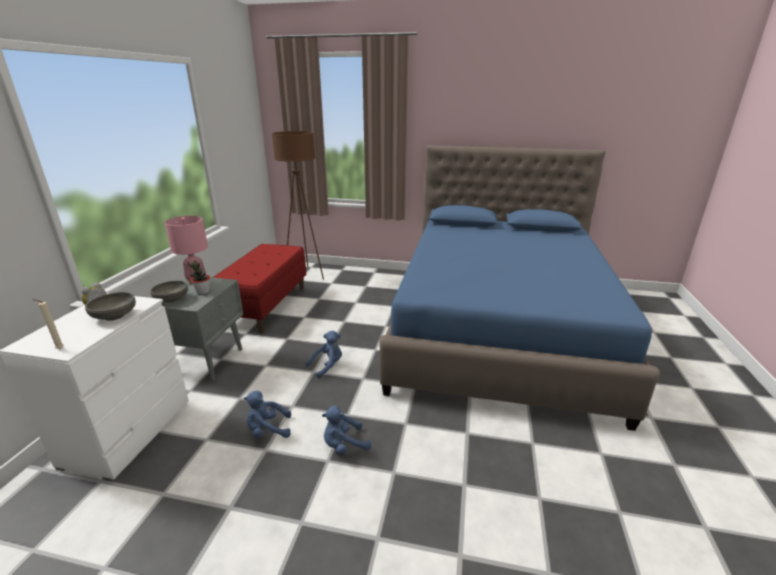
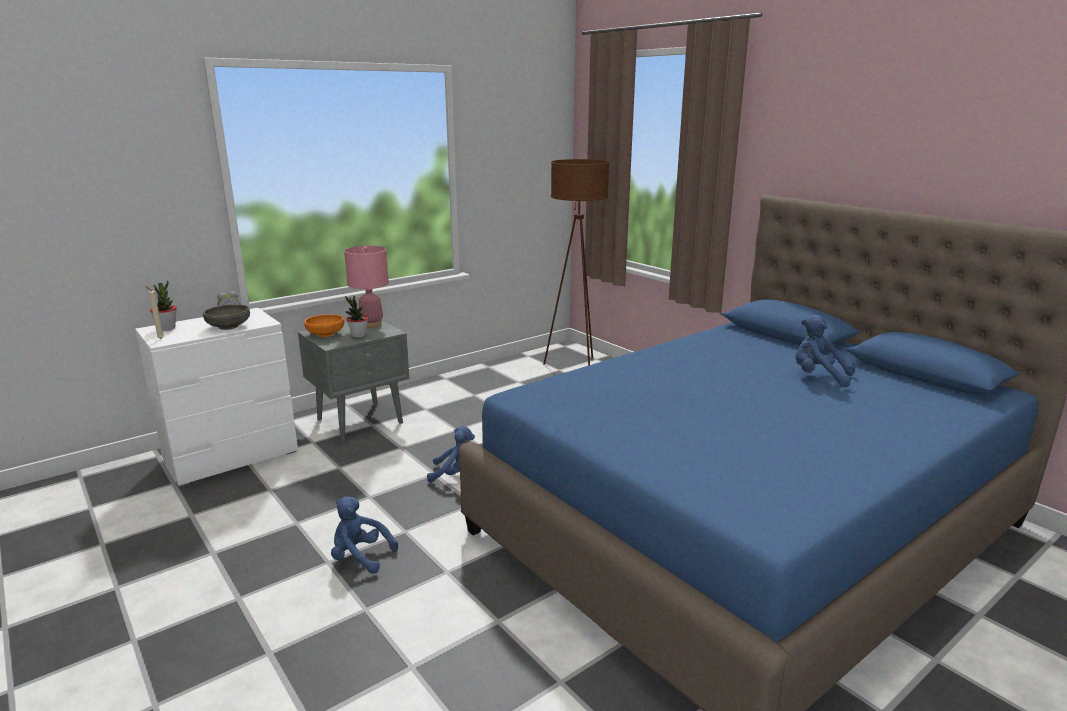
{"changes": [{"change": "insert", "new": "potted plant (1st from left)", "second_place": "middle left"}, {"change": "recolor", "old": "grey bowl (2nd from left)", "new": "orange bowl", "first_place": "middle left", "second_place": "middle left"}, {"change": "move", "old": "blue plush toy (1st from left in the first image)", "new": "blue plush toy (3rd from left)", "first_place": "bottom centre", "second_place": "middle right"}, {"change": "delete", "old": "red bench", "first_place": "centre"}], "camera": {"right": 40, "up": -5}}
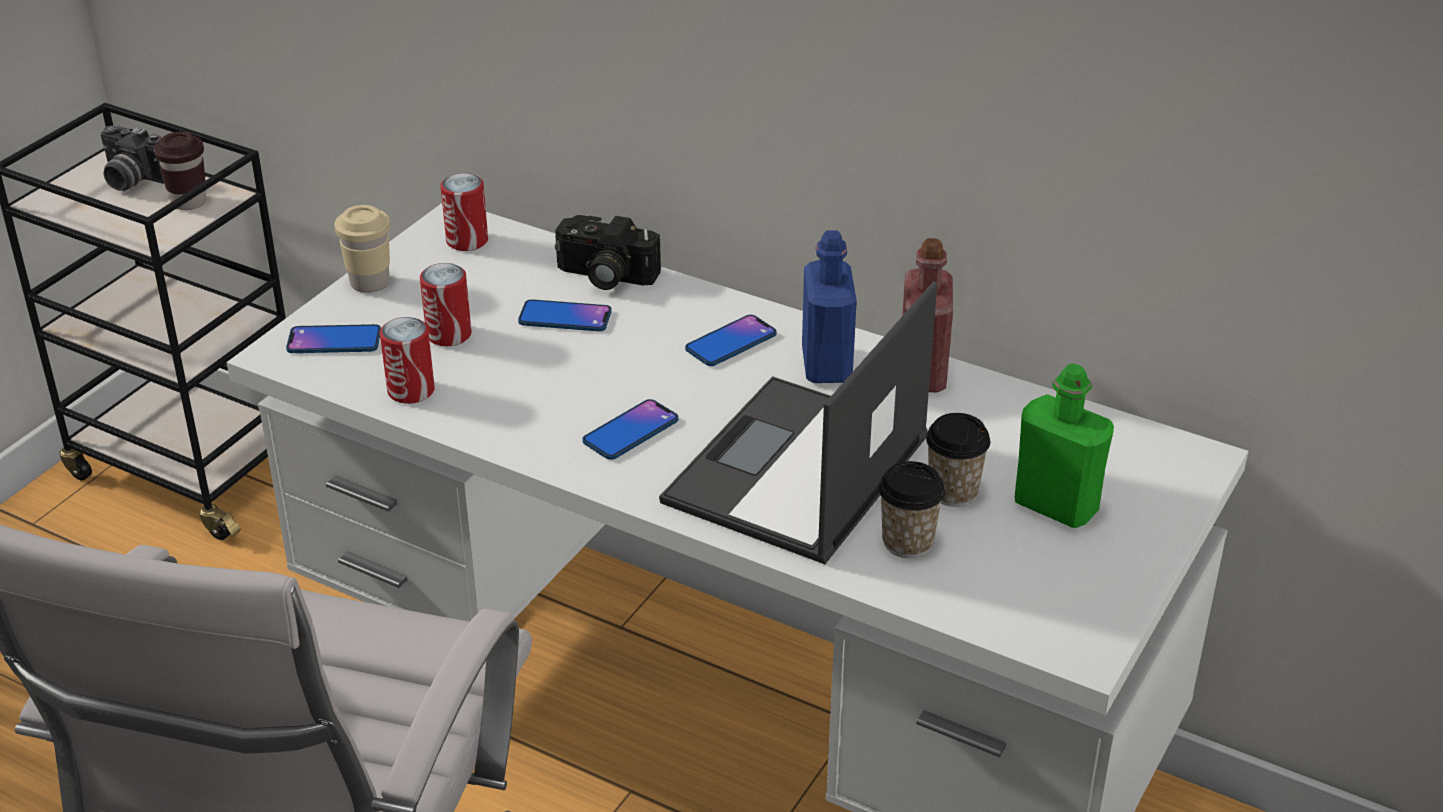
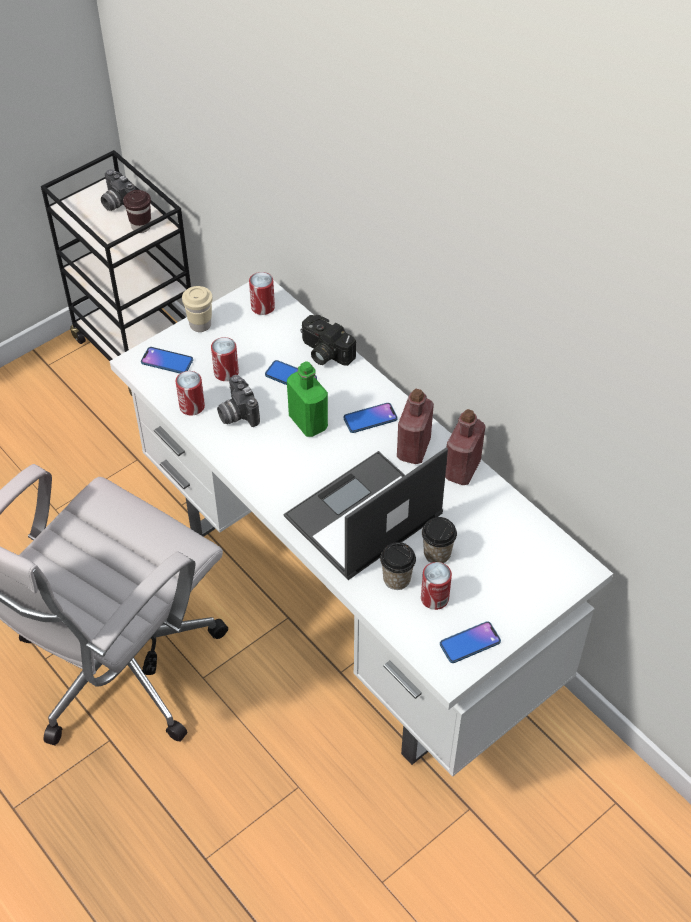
{"changes": [{"change": "insert", "new": "photo camera (2nd from left)", "second_place": "centre"}, {"change": "move", "old": "green bottle", "first_place": "middle right", "second_place": "centre"}, {"change": "recolor", "old": "blue bottle", "new": "red bottle (1st from left)", "first_place": "centre", "second_place": "centre"}, {"change": "insert", "new": "can (4th from left)", "second_place": "centre"}, {"change": "move", "old": "phone (3rd from left in the first image)", "new": "phone (4th from left)", "first_place": "centre", "second_place": "bottom right"}], "camera": {"right": 20, "up": 15}}
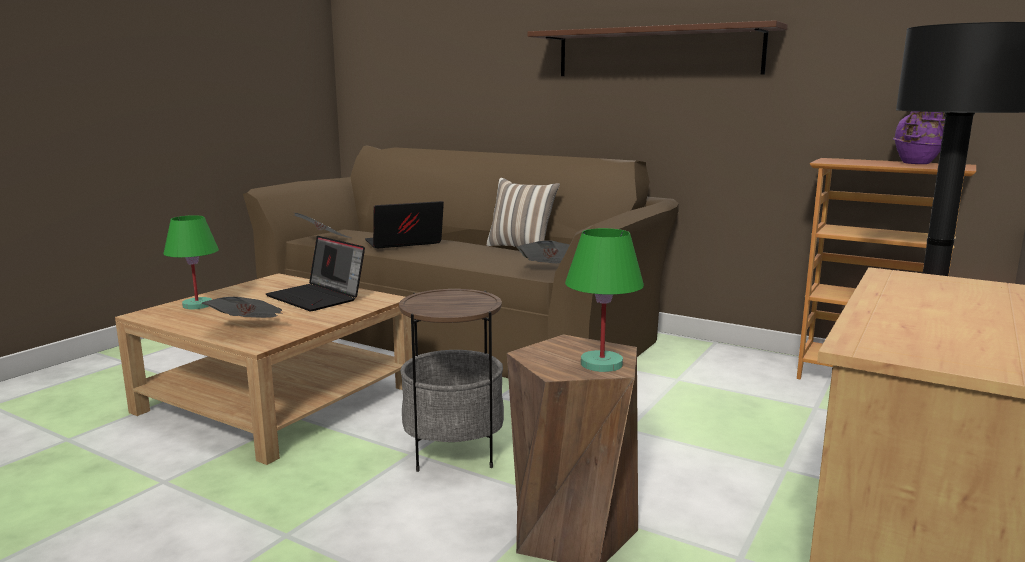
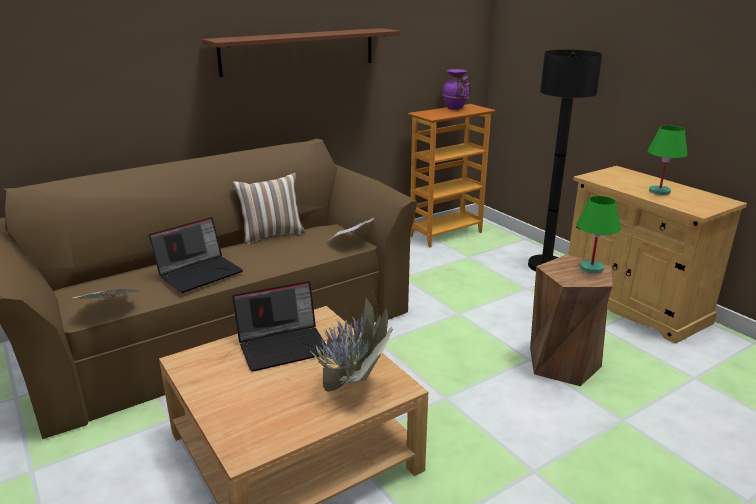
{"changes": [{"change": "rotate", "old": "laptop (2nd from left in the first image)", "first_place": "centre", "second_place": "middle left", "degrees": -135}, {"change": "replace", "old": "newspaper (1st from left)", "new": "potted plant", "first_place": "middle left", "second_place": "bottom centre"}, {"change": "move", "old": "green table lamp (1st from left in the first image)", "new": "green table lamp (2nd from left)", "first_place": "middle left", "second_place": "top right"}, {"change": "delete", "old": "side table", "first_place": "bottom centre"}], "camera": {"right": -65, "up": 10}}
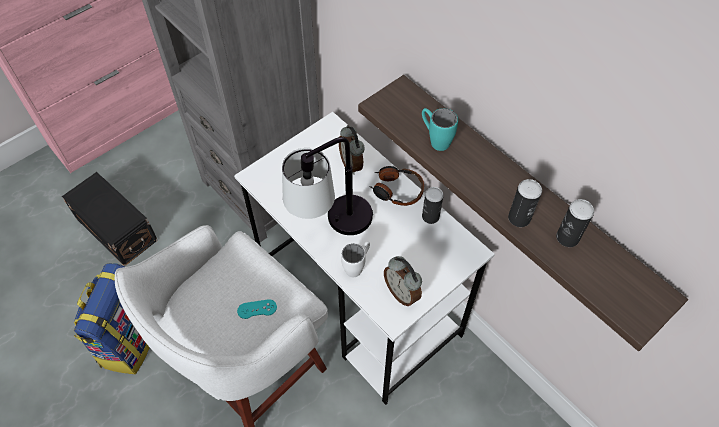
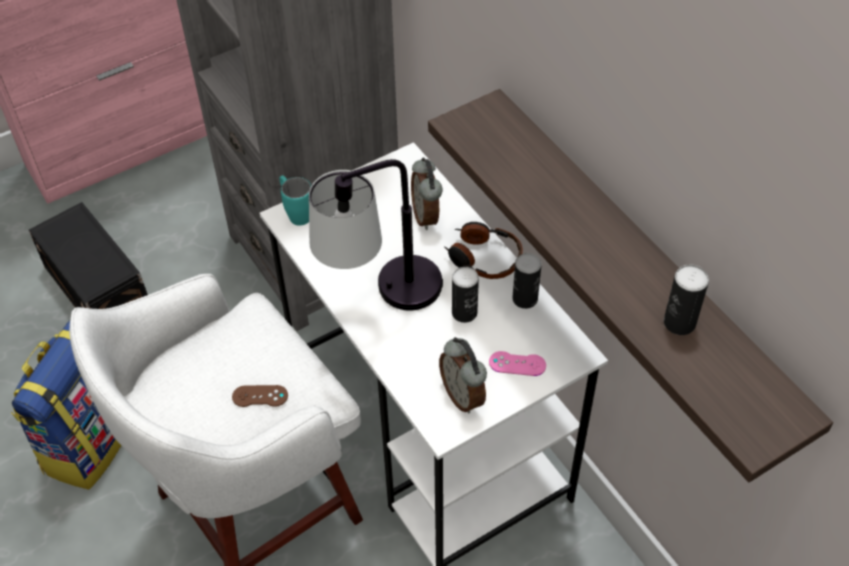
{"changes": [{"change": "recolor", "old": "turquoise game controller", "new": "brown game controller", "first_place": "bottom centre", "second_place": "bottom left"}, {"change": "move", "old": "turquoise mug", "first_place": "top centre", "second_place": "centre"}, {"change": "move", "old": "can (2nd from left in the first image)", "new": "can (1st from left)", "first_place": "middle right", "second_place": "centre"}, {"change": "insert", "new": "pink game controller", "second_place": "centre"}, {"change": "delete", "old": "white mug", "first_place": "centre"}], "camera": {"right": 10, "up": -5}}
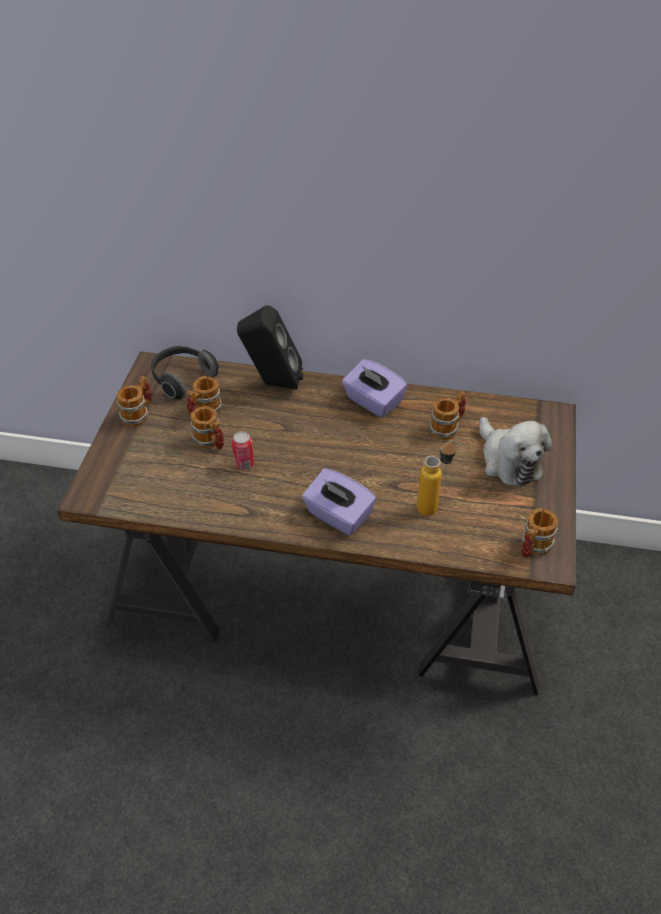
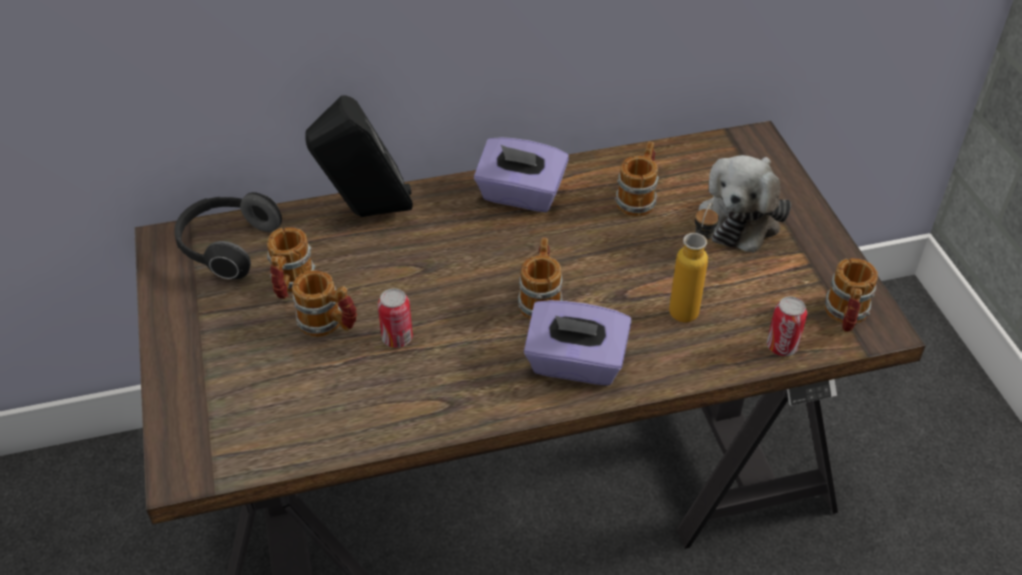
{"changes": [{"change": "move", "old": "mug (1st from left in the first image)", "new": "mug (3rd from left)", "first_place": "middle left", "second_place": "centre"}, {"change": "rotate", "old": "plush toy", "first_place": "middle right", "second_place": "middle right", "degrees": 75}, {"change": "insert", "new": "can (2nd from left)", "second_place": "middle right"}], "camera": {"right": -25, "up": 0}}
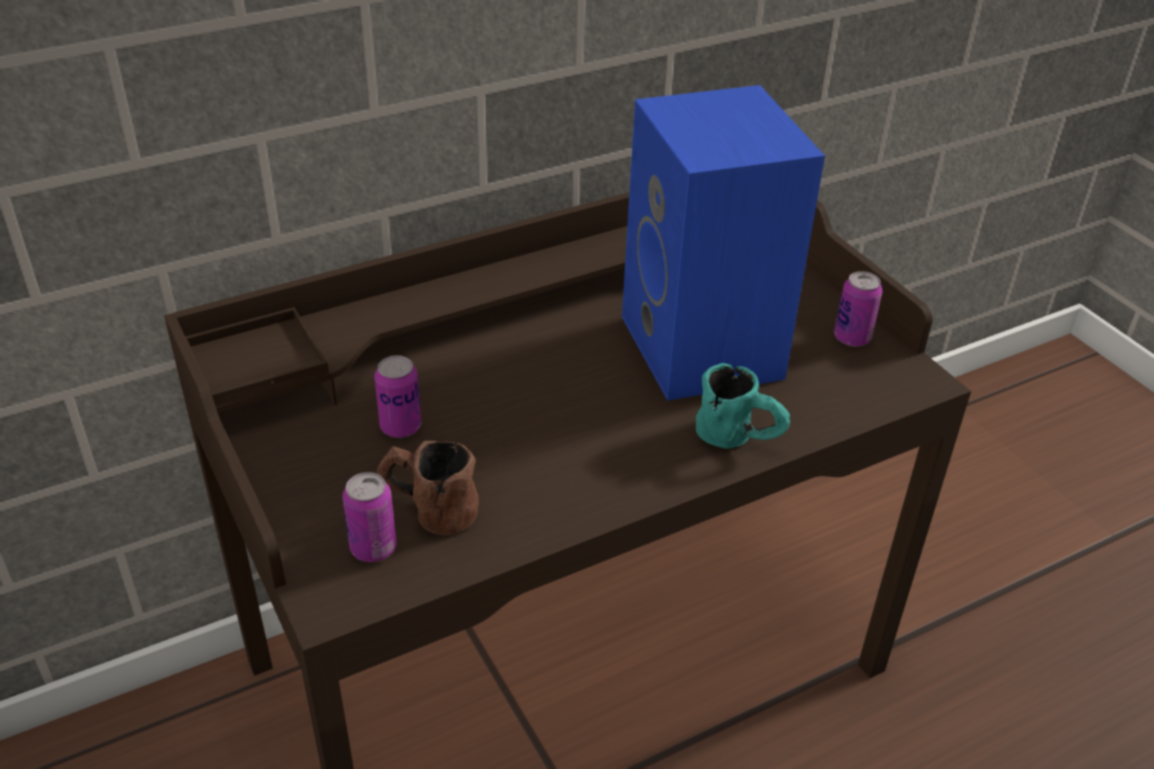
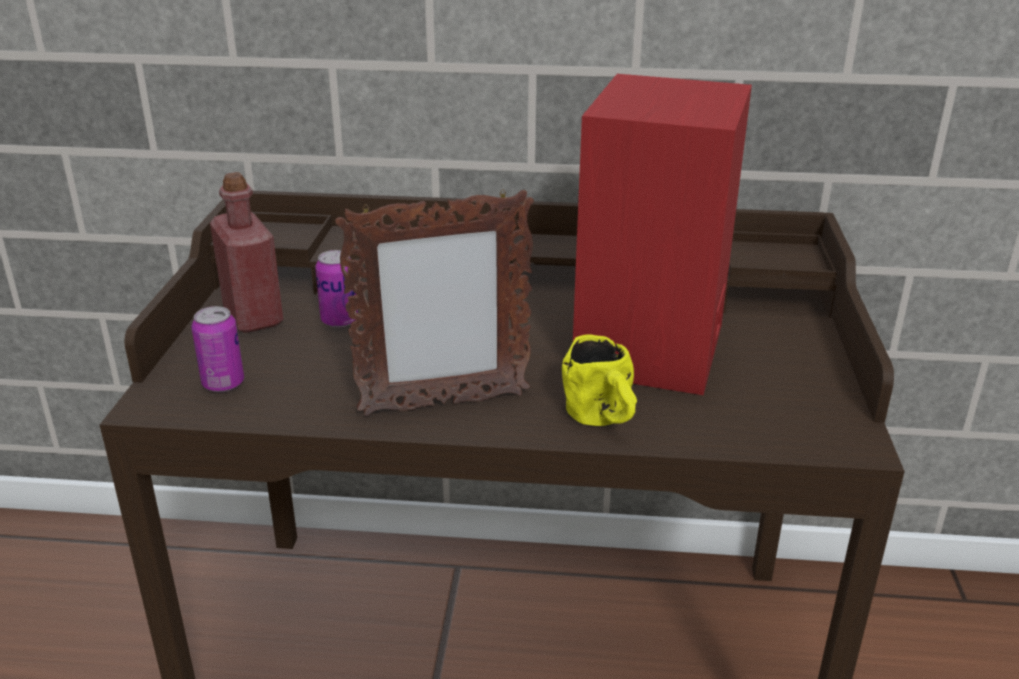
{"changes": [{"change": "insert", "new": "red bottle", "second_place": "middle left"}, {"change": "insert", "new": "picture frame", "second_place": "centre"}, {"change": "recolor", "old": "turquoise mug", "new": "yellow mug", "first_place": "centre", "second_place": "centre"}, {"change": "recolor", "old": "blue speaker", "new": "red speaker", "first_place": "top centre", "second_place": "centre"}, {"change": "delete", "old": "brown mug", "first_place": "centre"}, {"change": "delete", "old": "can (3rd from left)", "first_place": "middle right"}], "camera": {"right": 35, "up": -10}}
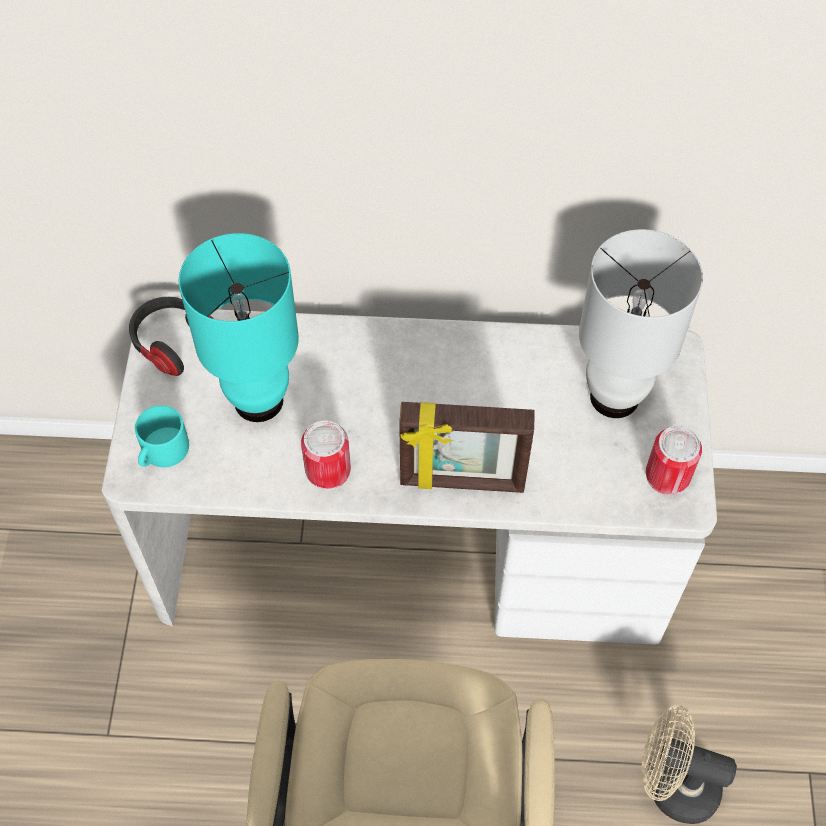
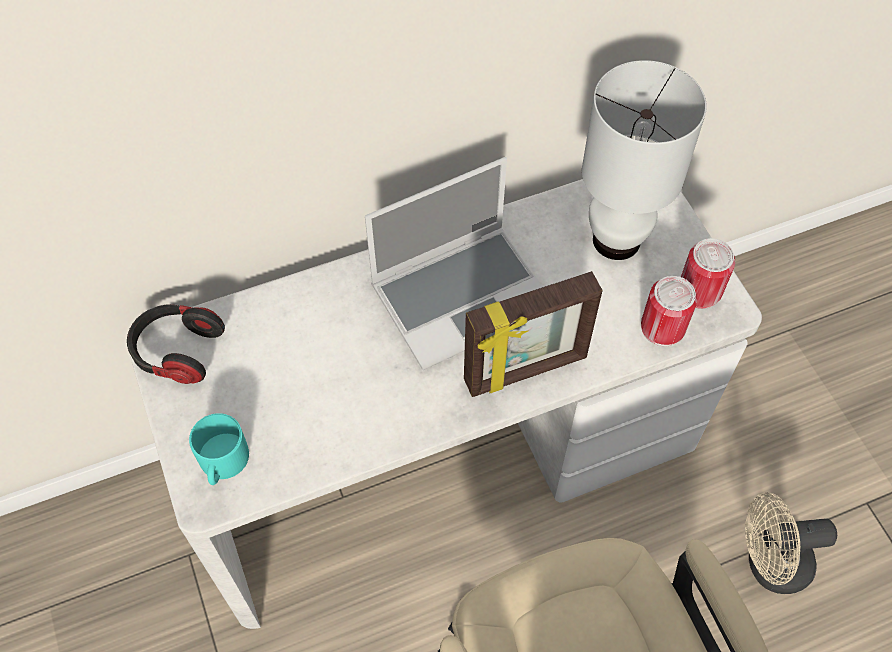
{"changes": [{"change": "insert", "new": "laptop", "second_place": "centre"}, {"change": "move", "old": "can (1st from left)", "first_place": "centre", "second_place": "middle right"}, {"change": "delete", "old": "turquoise table lamp", "first_place": "middle left"}], "camera": {"right": -25, "up": 0}}
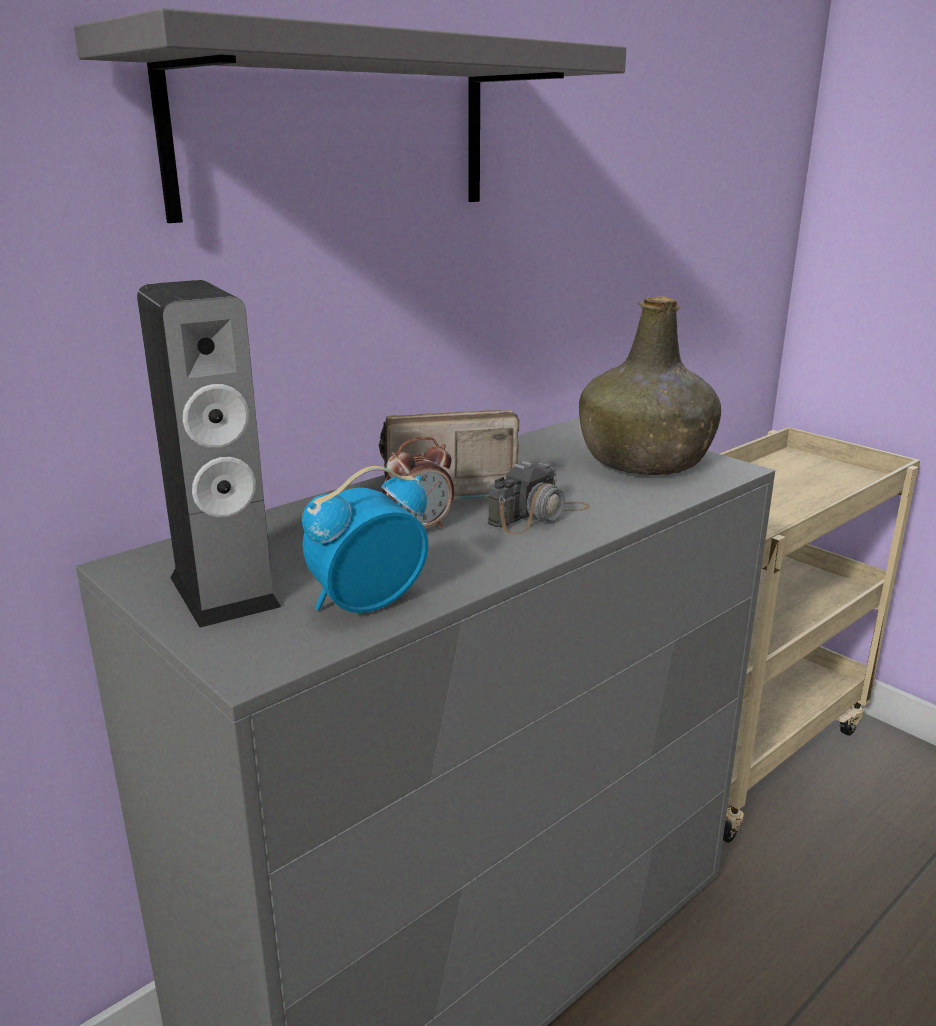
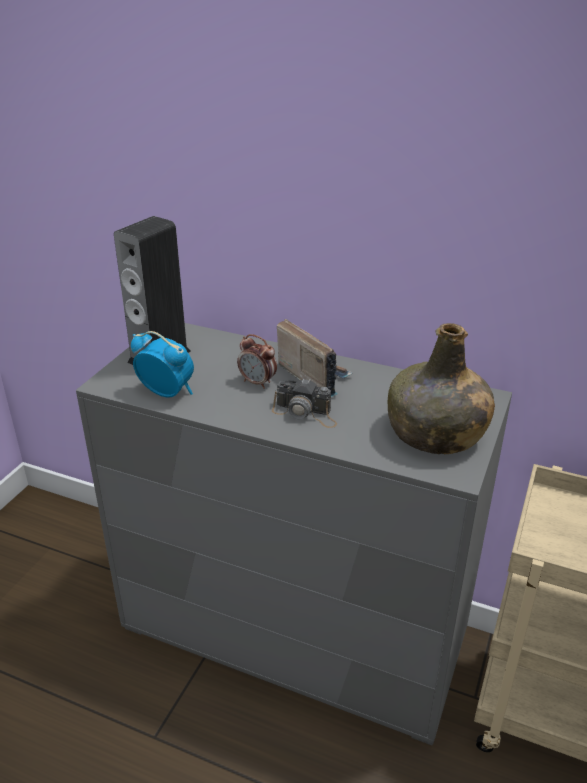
{"changes": [{"change": "delete", "old": "grey shelf", "first_place": "top centre"}], "camera": {"right": 65, "up": 10}}
